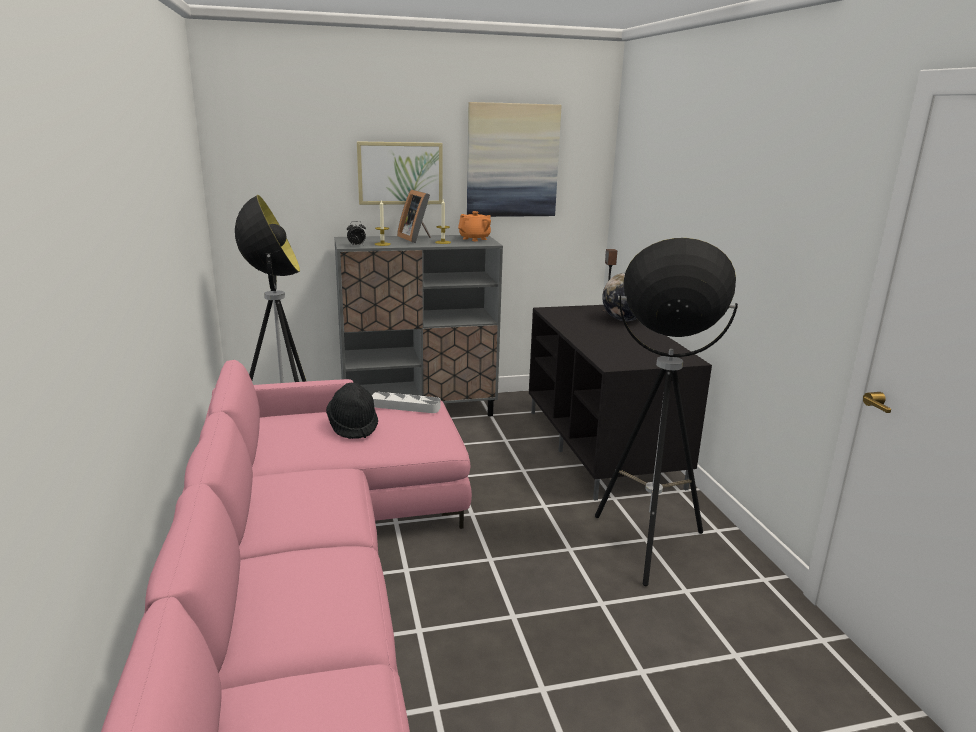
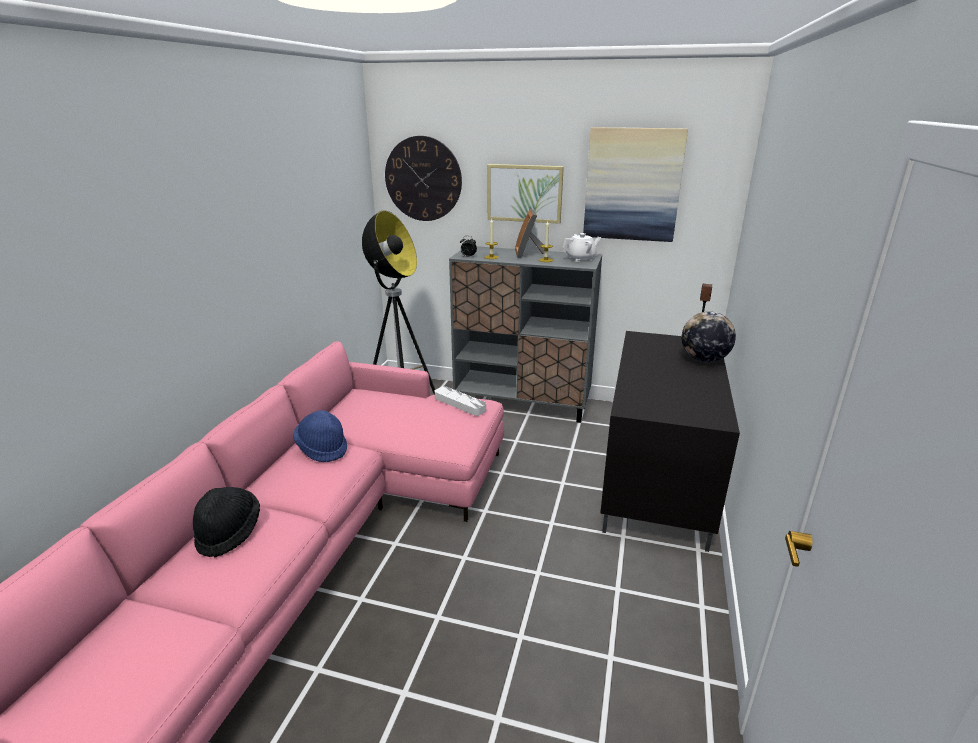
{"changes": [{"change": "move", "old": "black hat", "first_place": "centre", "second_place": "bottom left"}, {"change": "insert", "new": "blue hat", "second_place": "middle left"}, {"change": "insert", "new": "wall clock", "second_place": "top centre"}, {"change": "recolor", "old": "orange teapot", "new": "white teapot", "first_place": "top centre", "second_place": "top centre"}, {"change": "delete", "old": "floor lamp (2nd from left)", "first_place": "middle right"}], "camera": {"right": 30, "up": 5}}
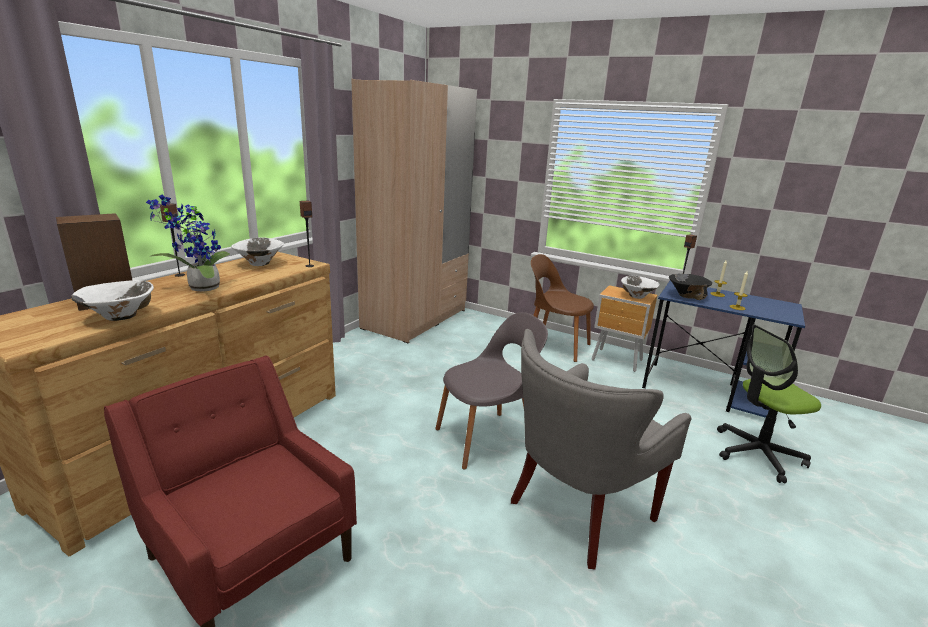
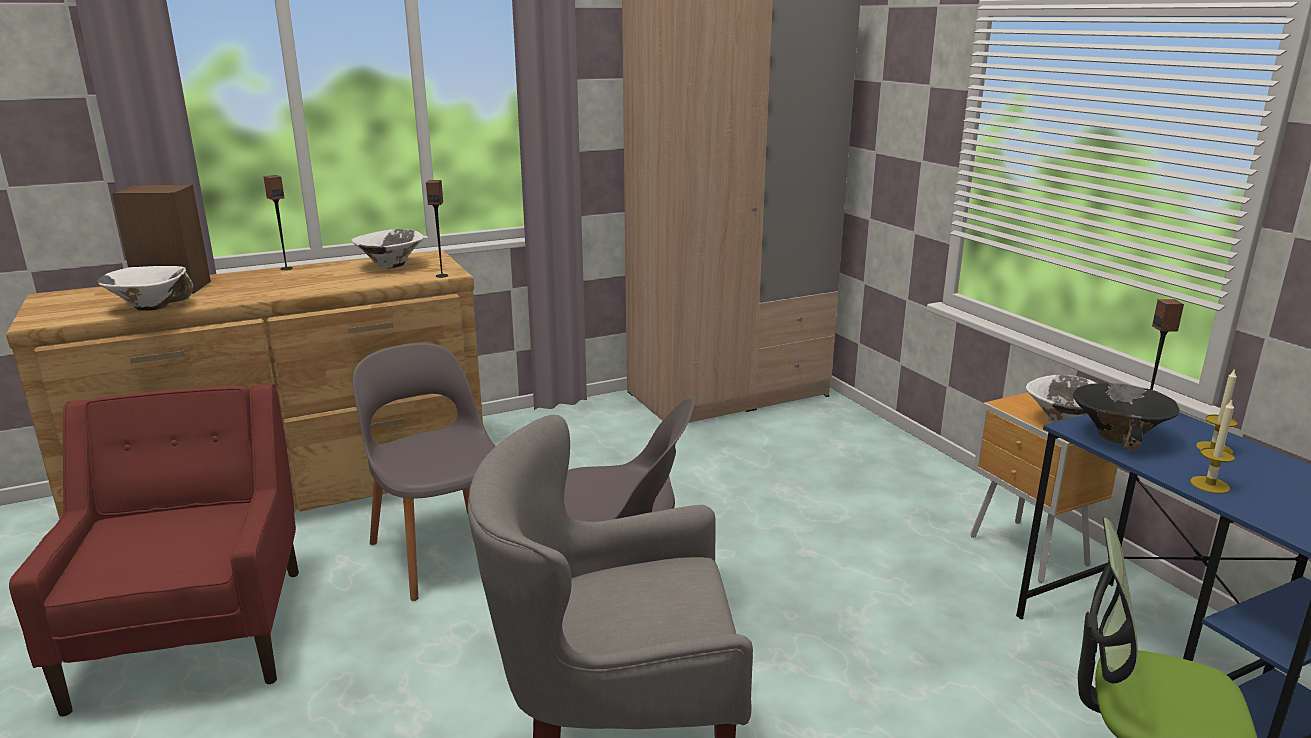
{"changes": [{"change": "insert", "new": "grey chair (1st from left)", "second_place": "middle left"}, {"change": "delete", "old": "potted plant", "first_place": "middle left"}, {"change": "delete", "old": "brown chair", "first_place": "centre"}], "camera": {"right": 35, "up": 0}}
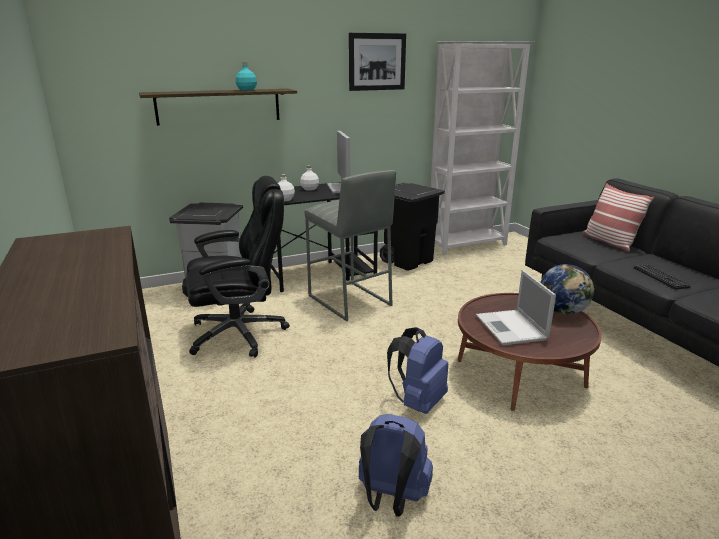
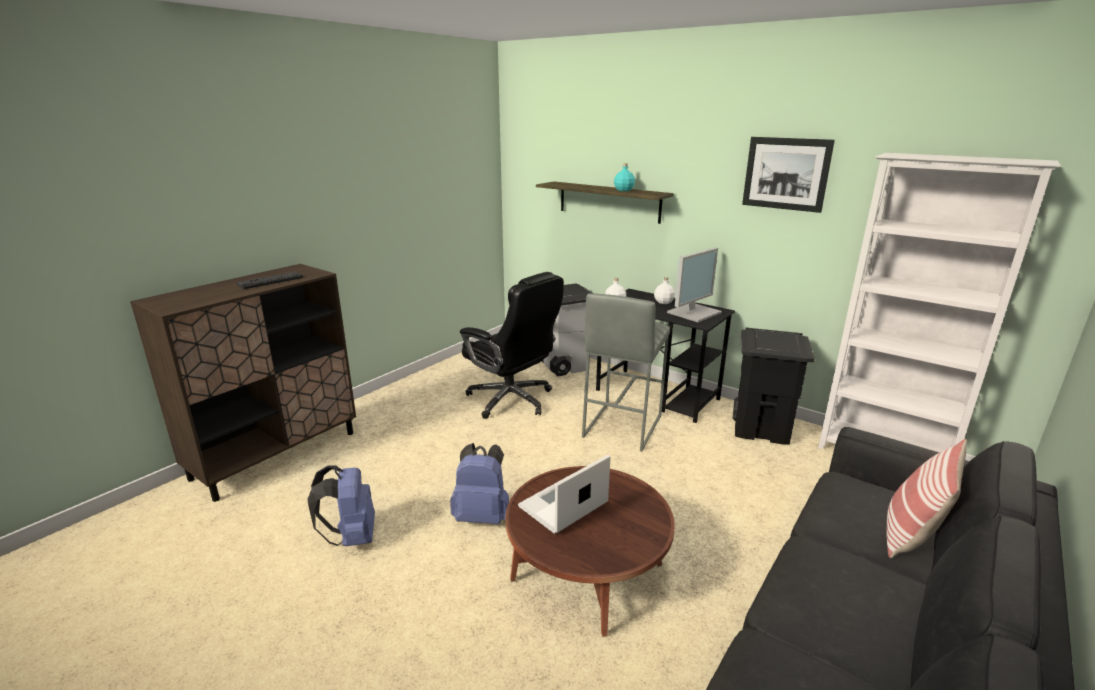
{"changes": [{"change": "move", "old": "keyboard", "first_place": "middle right", "second_place": "middle left"}, {"change": "delete", "old": "globe", "first_place": "middle right"}], "camera": {"right": 60, "up": 0}}
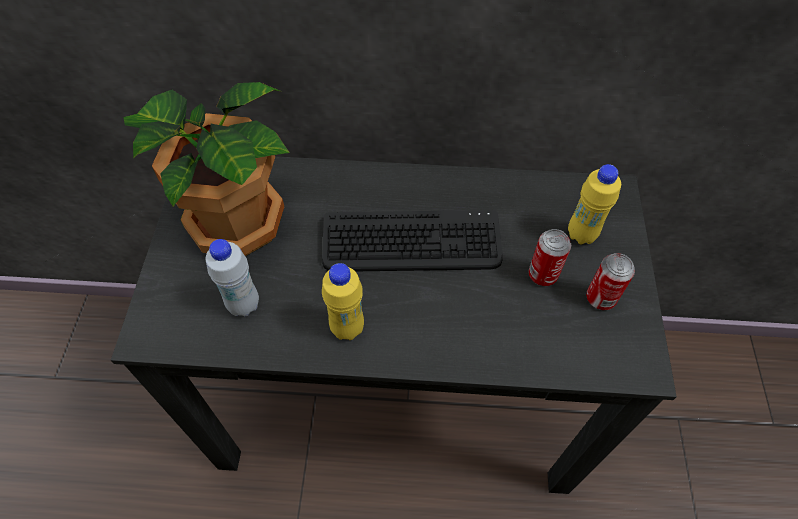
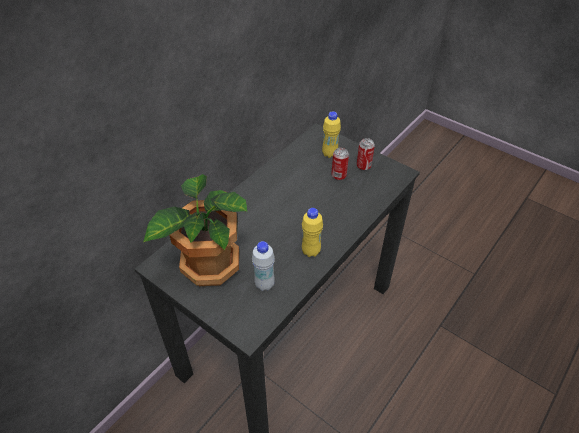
{"changes": [{"change": "delete", "old": "keyboard", "first_place": "centre"}], "camera": {"right": -55, "up": -10}}
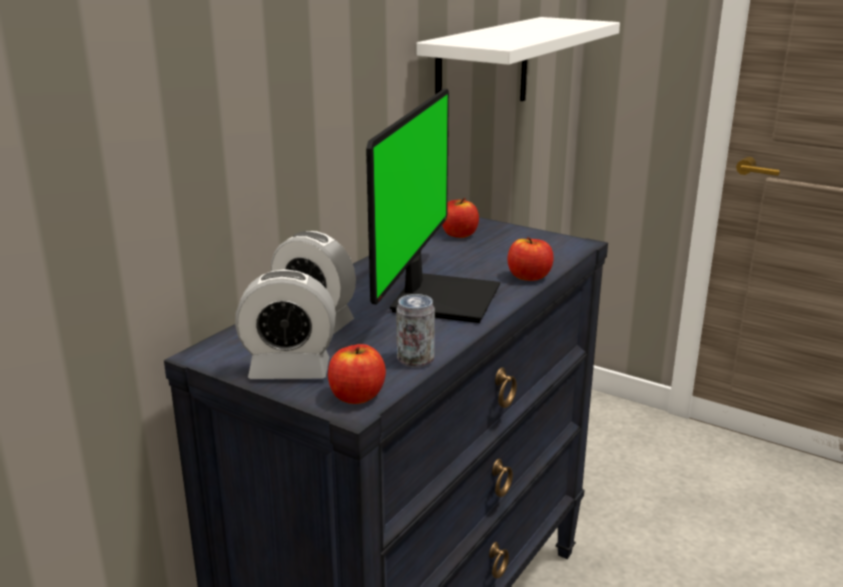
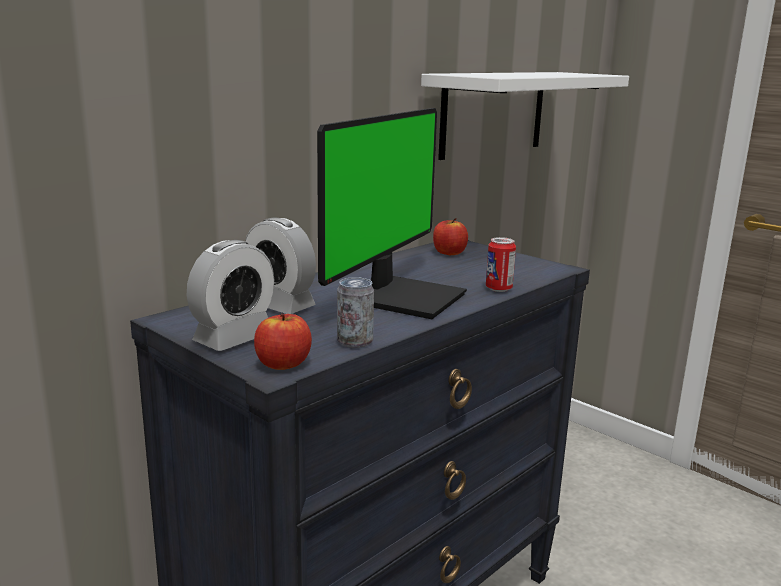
{"changes": [{"change": "rotate", "old": "alarm clock (1st from left)", "first_place": "centre", "second_place": "middle left", "degrees": -60}, {"change": "replace", "old": "apple (3rd from left)", "new": "can (2nd from left)", "first_place": "centre", "second_place": "centre"}], "camera": {"right": 10, "up": -5}}
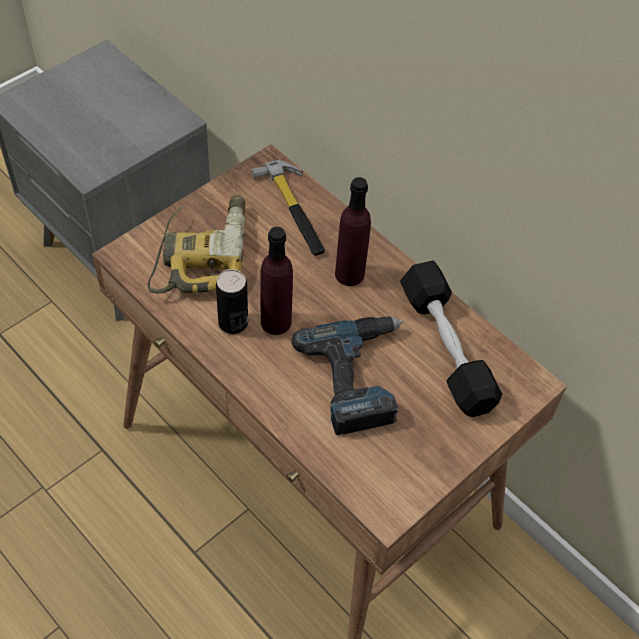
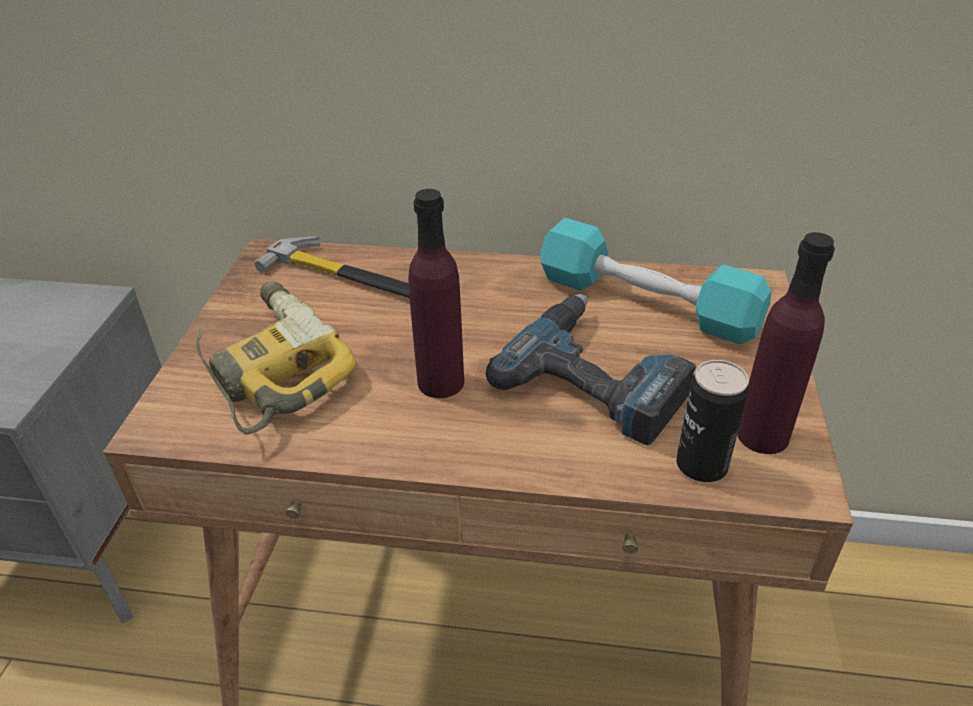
{"changes": [{"change": "recolor", "old": "black dumbbell", "new": "turquoise dumbbell", "first_place": "middle right", "second_place": "middle right"}, {"change": "move", "old": "can", "first_place": "centre", "second_place": "middle right"}, {"change": "move", "old": "purple bottle (2nd from left)", "first_place": "centre", "second_place": "middle right"}], "camera": {"right": -35, "up": -15}}
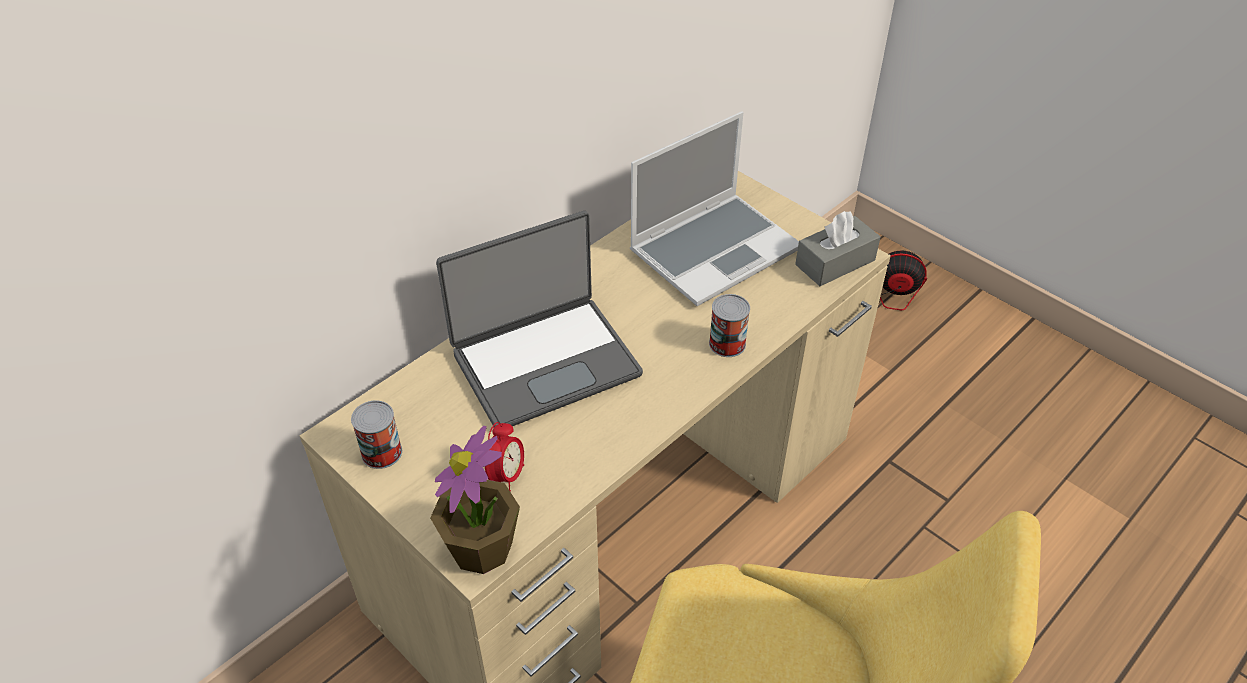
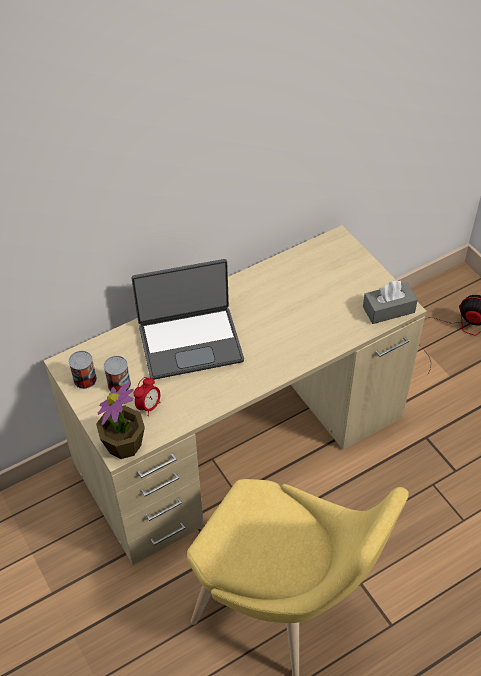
{"changes": [{"change": "move", "old": "can (2nd from left)", "first_place": "centre", "second_place": "middle left"}, {"change": "delete", "old": "laptop (2nd from left)", "first_place": "top centre"}], "camera": {"right": 15, "up": 5}}
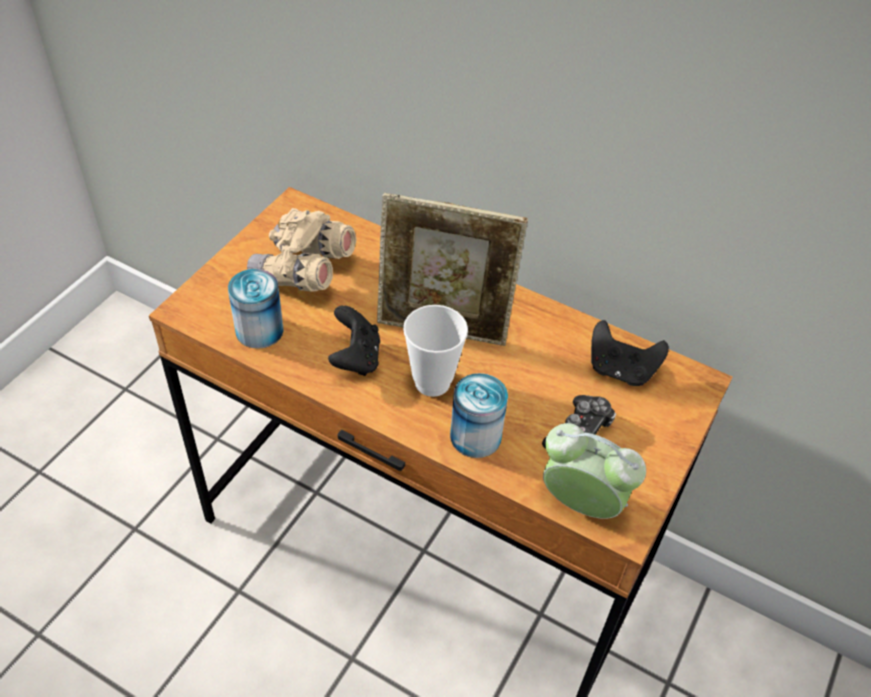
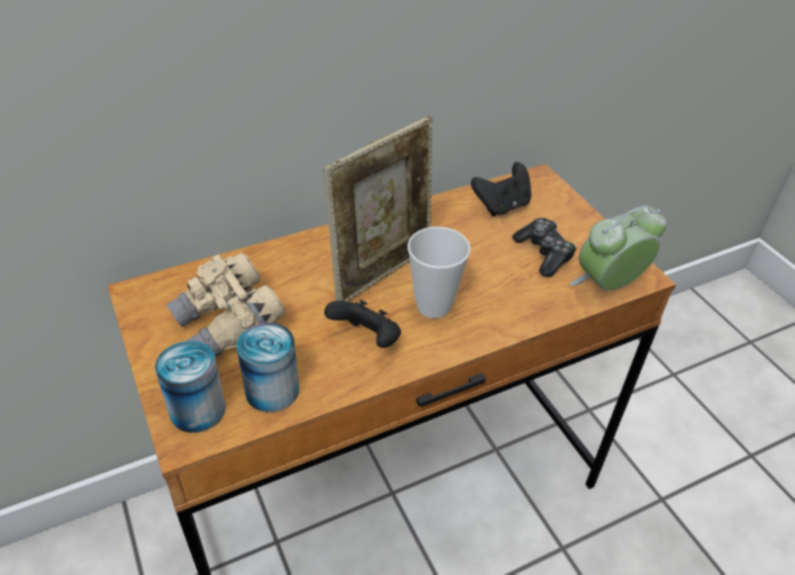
{"changes": [{"change": "move", "old": "can (2nd from left in the first image)", "new": "can (1st from left)", "first_place": "centre", "second_place": "bottom left"}], "camera": {"right": -55, "up": -5}}
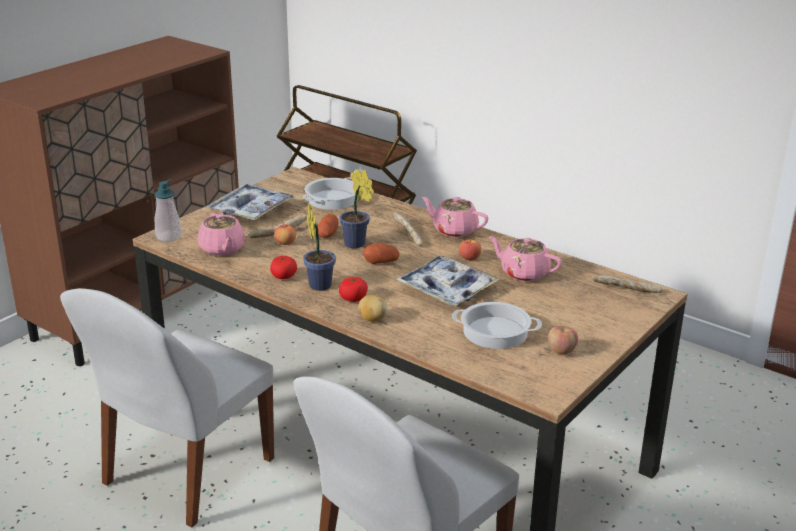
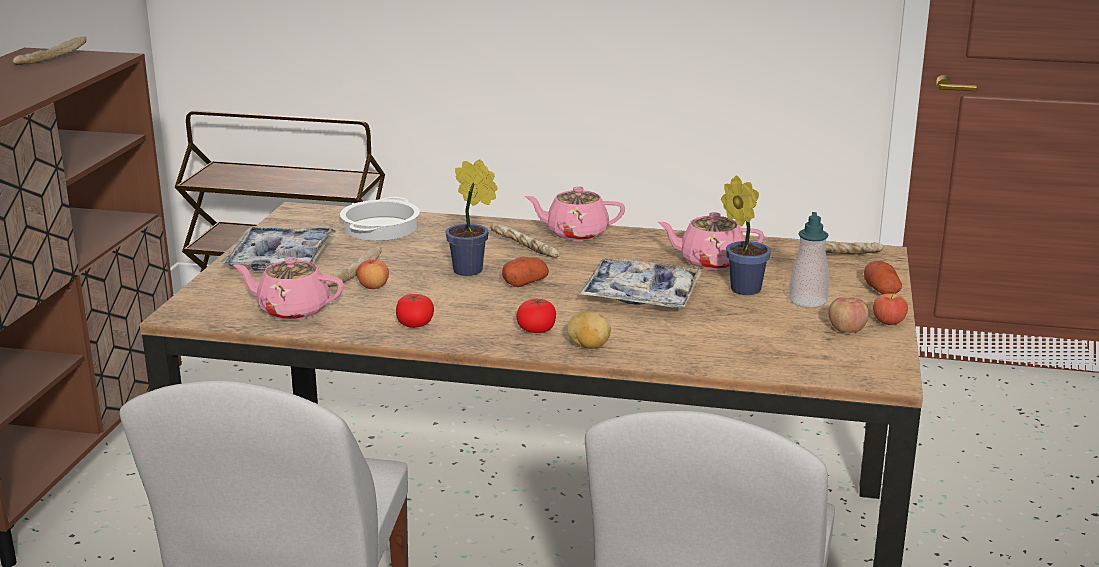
{"changes": [{"change": "insert", "new": "bread (1st from left)", "second_place": "top left"}, {"change": "rotate", "old": "pink teapot (1st from left)", "first_place": "middle left", "second_place": "middle left", "degrees": 150}, {"change": "move", "old": "potted plant (1st from left in the first image)", "new": "potted plant (2nd from left)", "first_place": "centre", "second_place": "middle right"}, {"change": "move", "old": "soap dispenser", "first_place": "middle left", "second_place": "middle right"}, {"change": "move", "old": "potato (1st from left in the first image)", "new": "potato (3rd from left)", "first_place": "centre", "second_place": "middle right"}, {"change": "move", "old": "apple (2nd from left in the first image)", "new": "apple (3rd from left)", "first_place": "centre", "second_place": "middle right"}, {"change": "delete", "old": "cooking pot (2nd from left)", "first_place": "centre"}], "camera": {"right": -25, "up": -5}}
